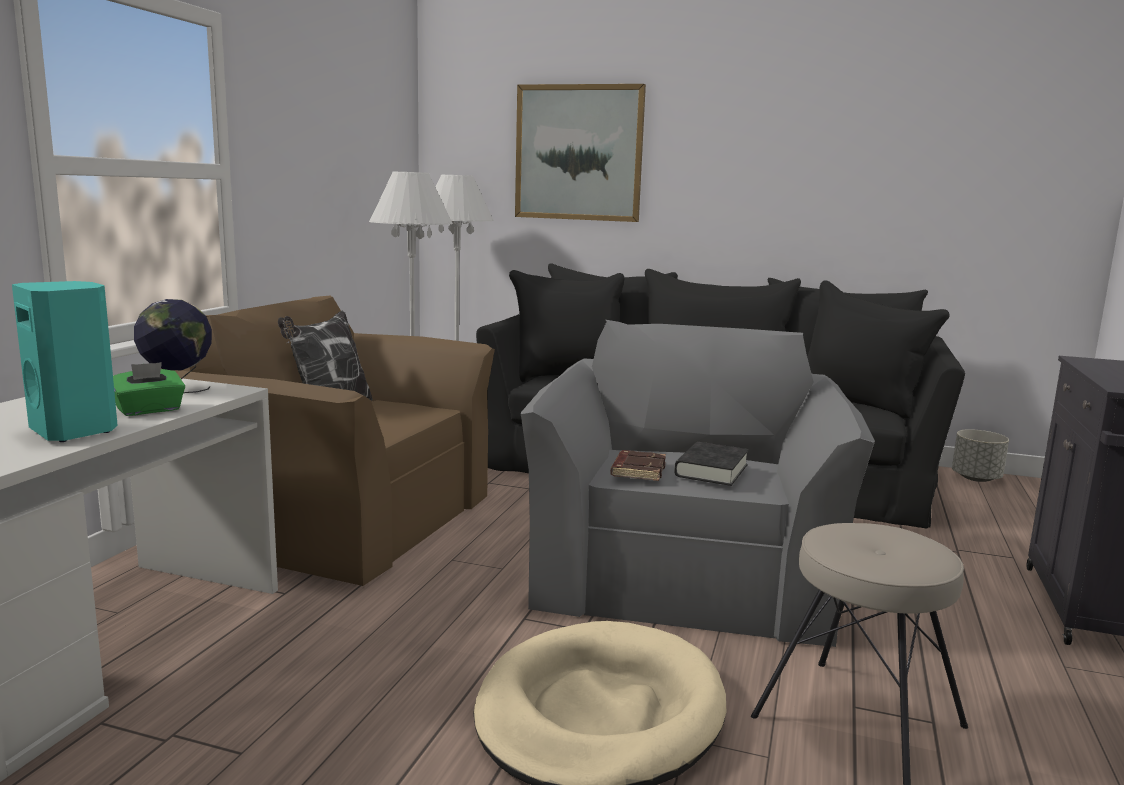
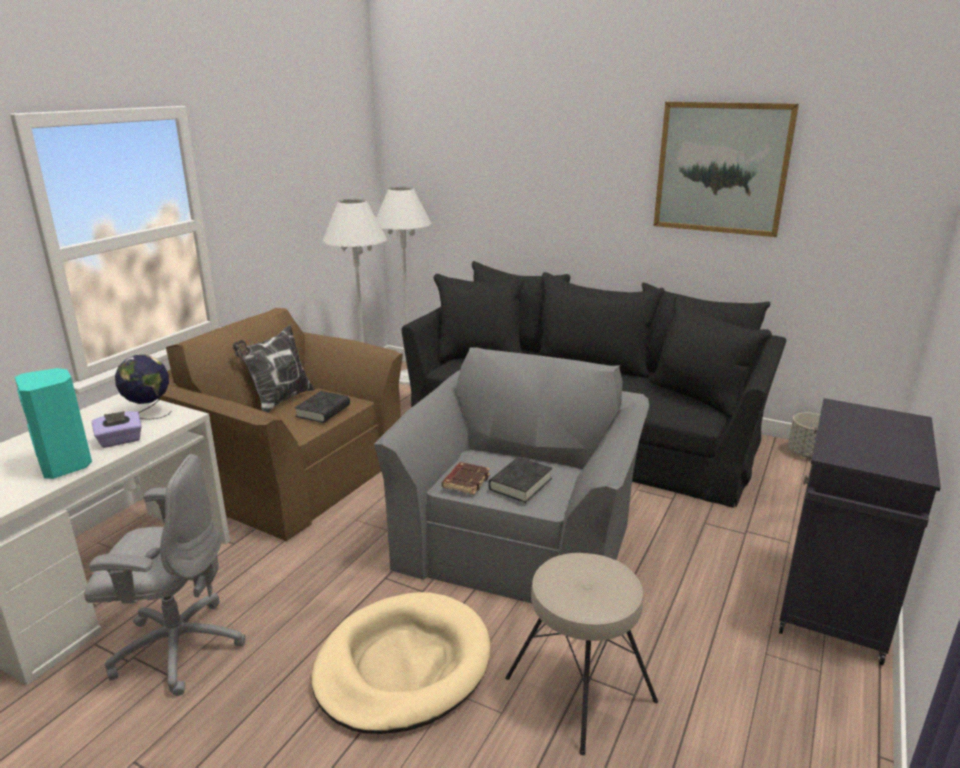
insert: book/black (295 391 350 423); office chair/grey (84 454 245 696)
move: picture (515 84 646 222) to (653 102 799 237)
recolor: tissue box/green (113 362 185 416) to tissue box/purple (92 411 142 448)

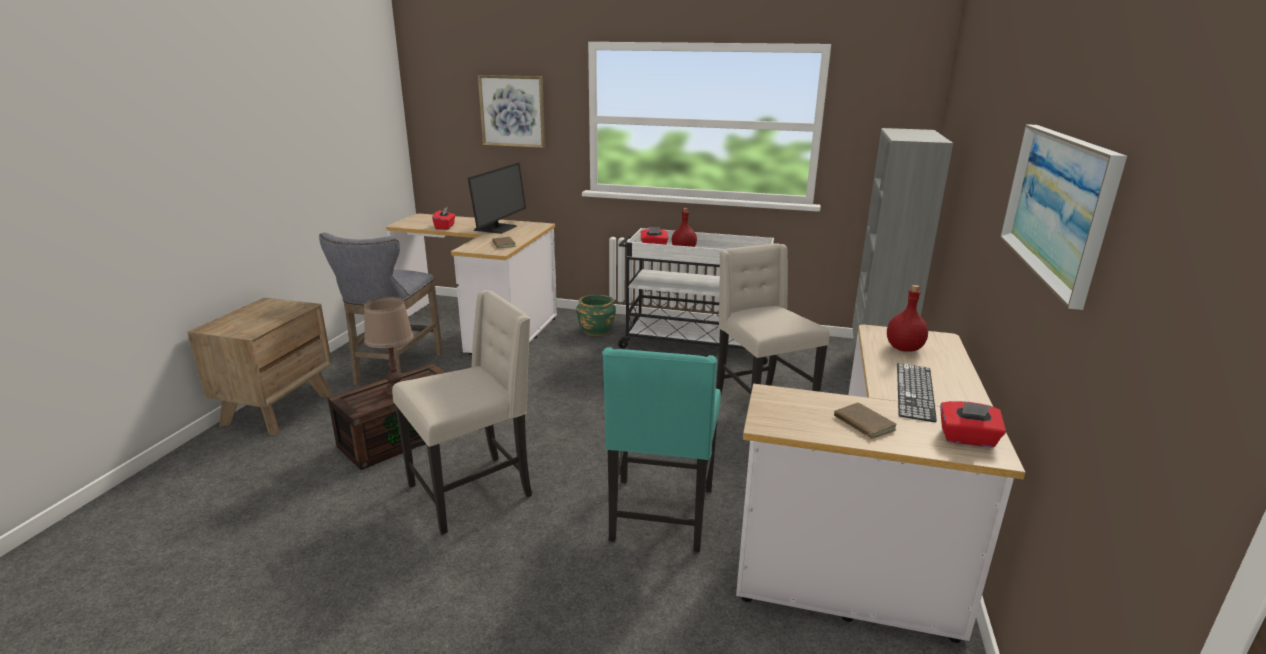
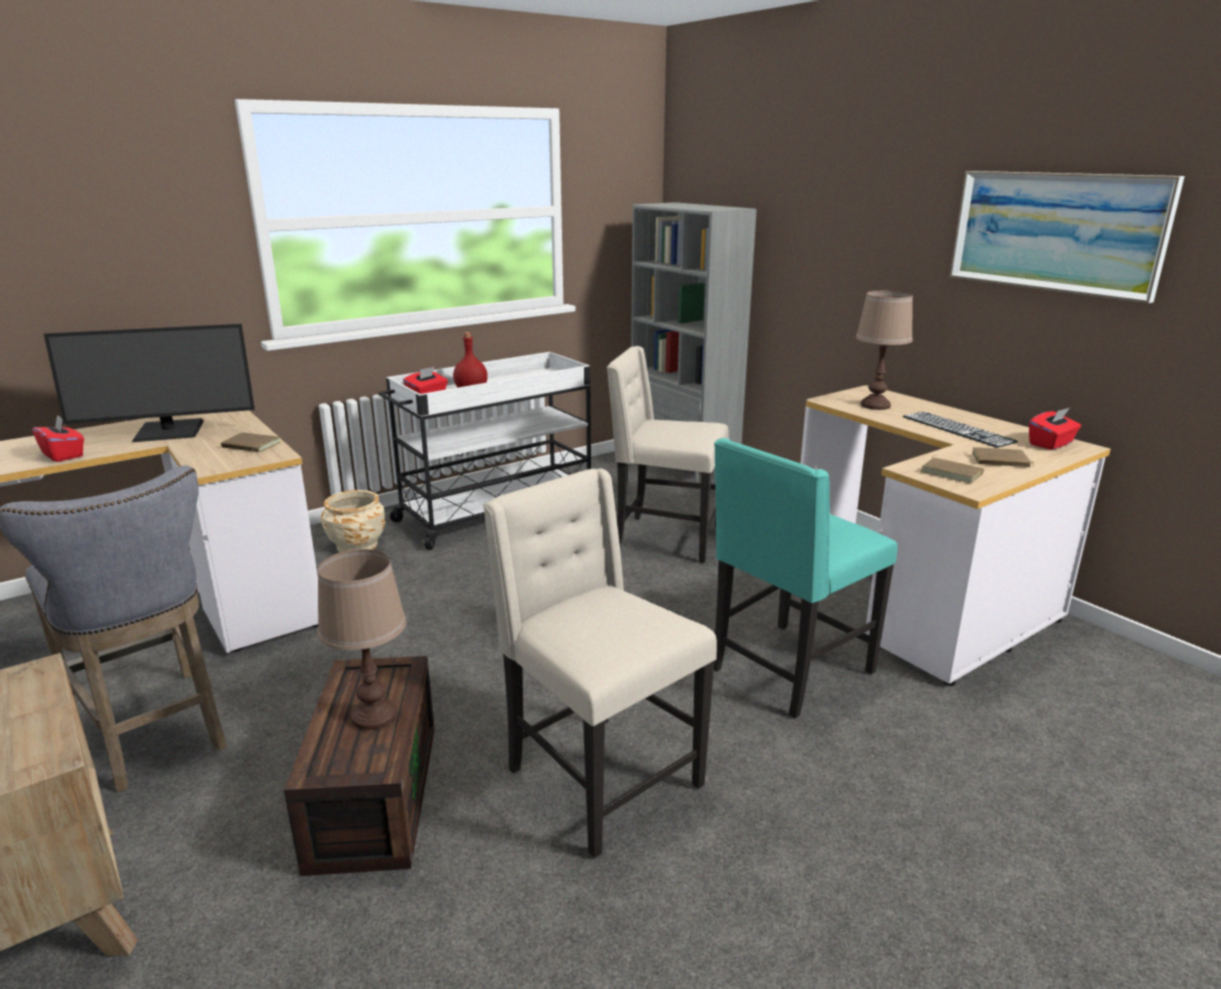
delete: picture (478 75 545 148)
insert: book/brown (921 455 984 483)
replace: bottle/red (887 285 928 352) to table lamp/brown (856 291 913 410)
recolor: planter/green (576 294 616 336) to planter/beige (320 490 385 552)
rotate: monitor (468 162 526 234) = (44 324 255 442) 105 degrees clockwise; chair/beige (392 290 532 535) = (483 469 717 858) 45 degrees counterclockwise; chair/turquoise (602 347 721 552) = (714 438 898 718) 90 degrees clockwise

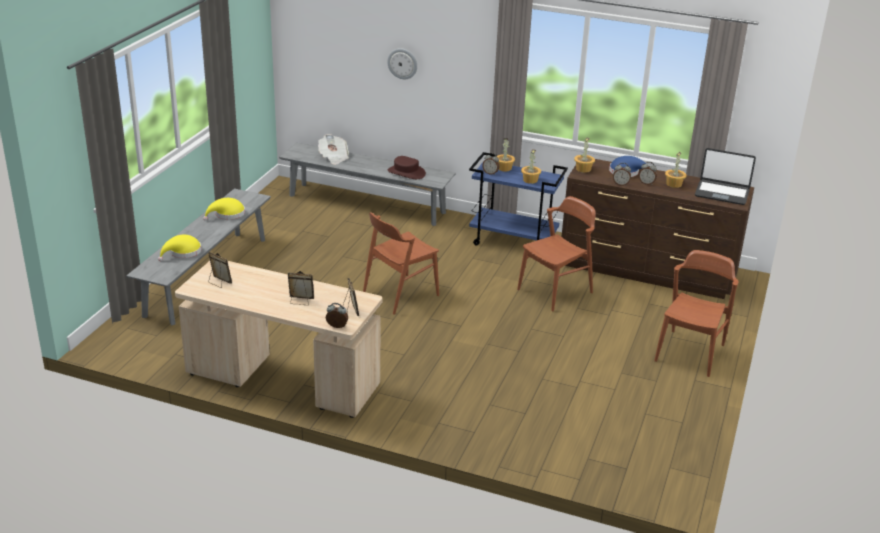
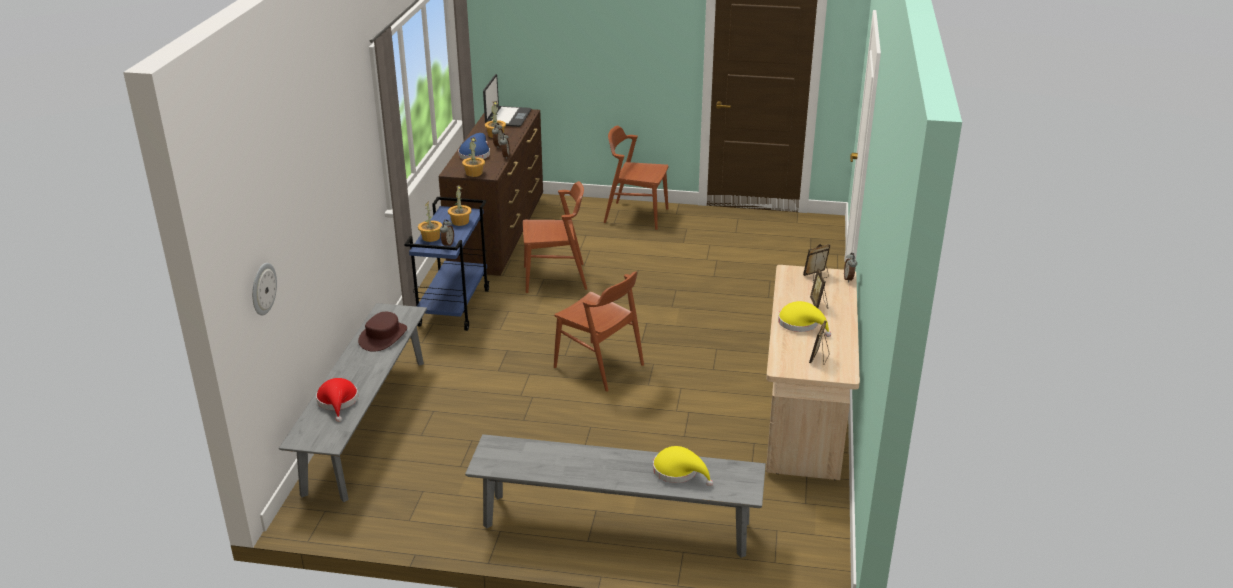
move: wall clock (387 48 417 79) to (252 263 277 315); hat/yellow (203 198 245 221) to (778 301 831 337)
replace: newspaper (318 134 349 165) to hat/red (316 378 358 422)
rotate: chair/brown (517 196 596 311) = (523 181 587 293) 135 degrees clockwise

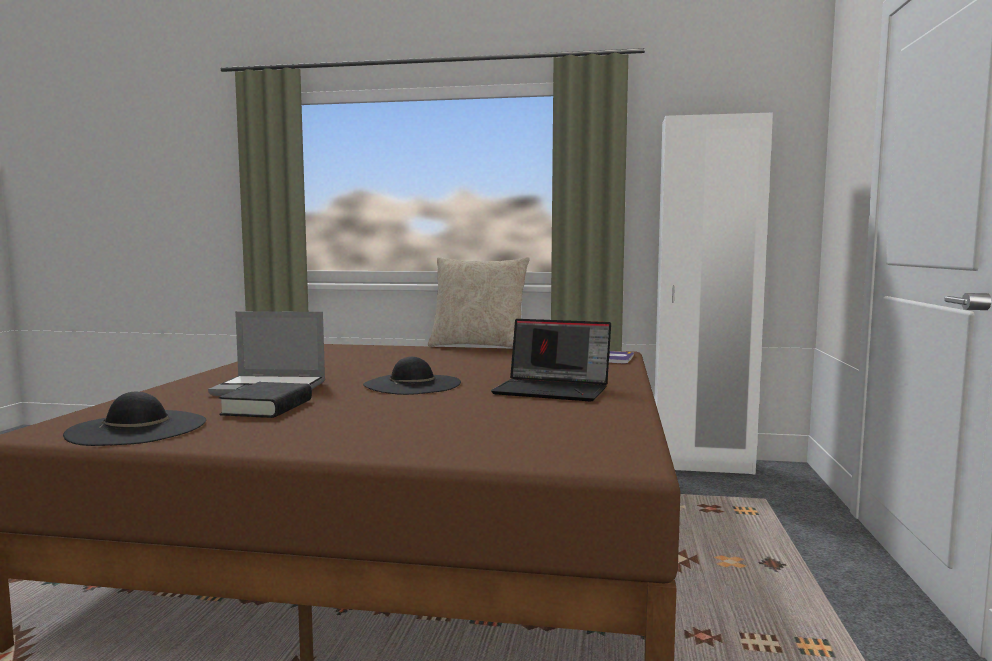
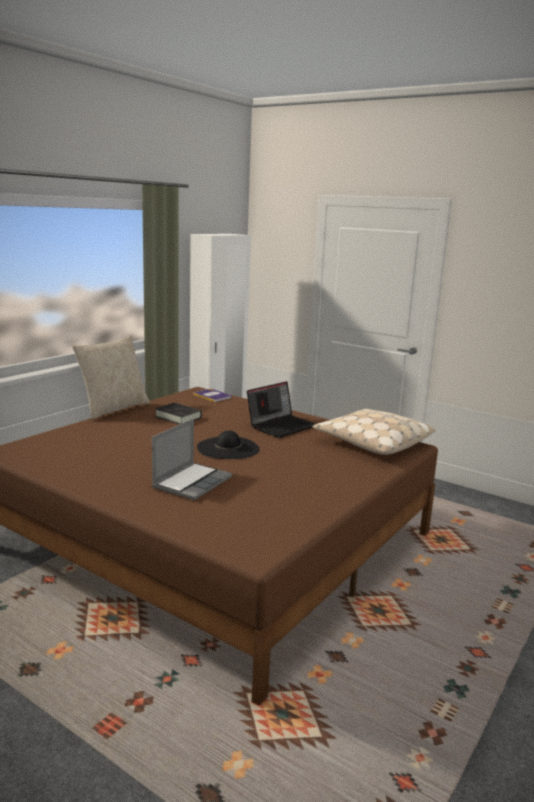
delete: hat/black (63 392 206 446)
insert: pillow/beige (312 409 436 455)
move: book/black (219 382 312 418) to (155 403 202 424)

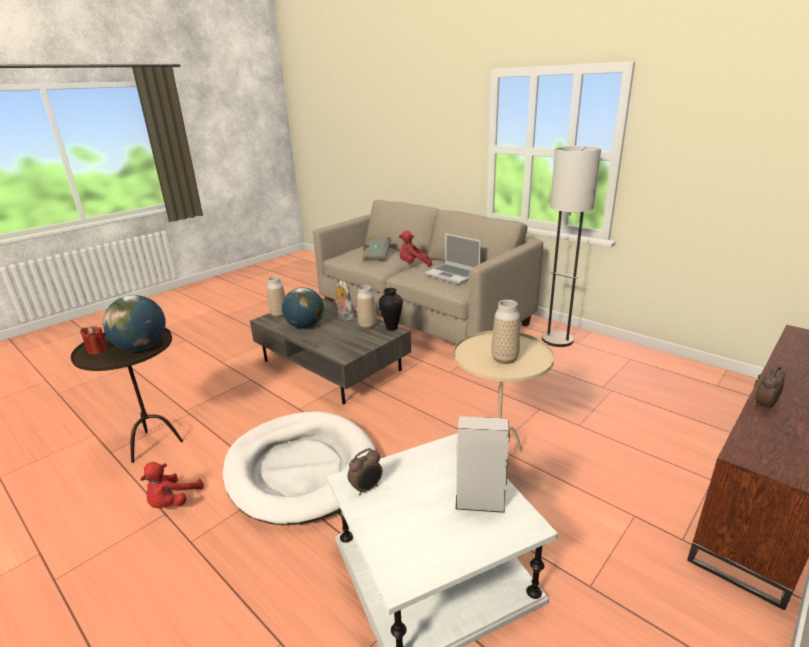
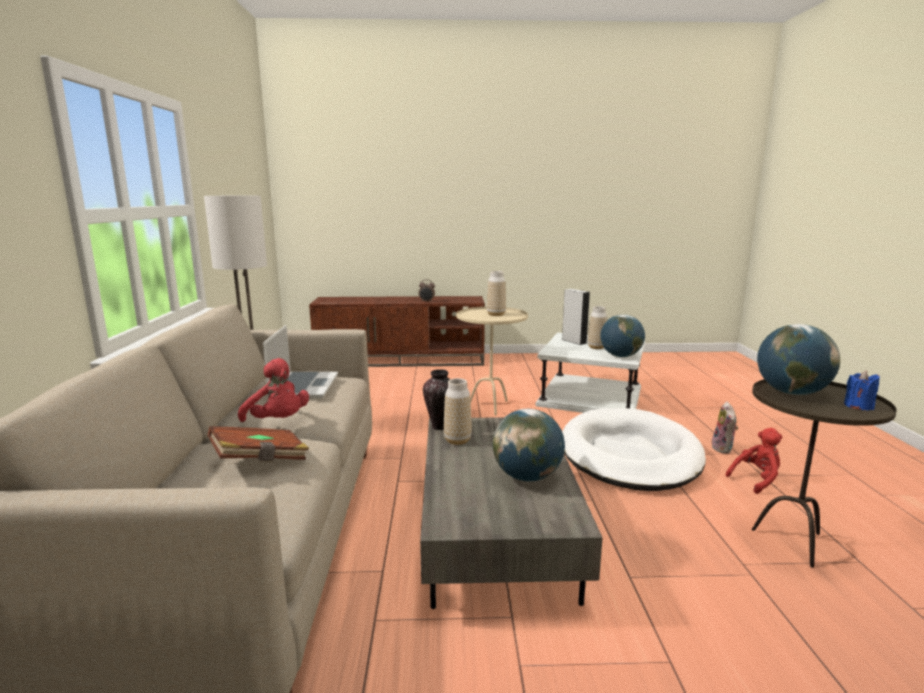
move: vase (267 276 285 318) to (588 306 607 349); plush toy (335 280 355 321) to (712 402 738 454)
replace: alarm clock (347 448 382 496) to globe (601 314 645 357)
recolor: book/grey (362 237 391 261) to book/brown (208 426 309 461); candle/red (80 326 108 355) to candle/blue (844 371 880 410)

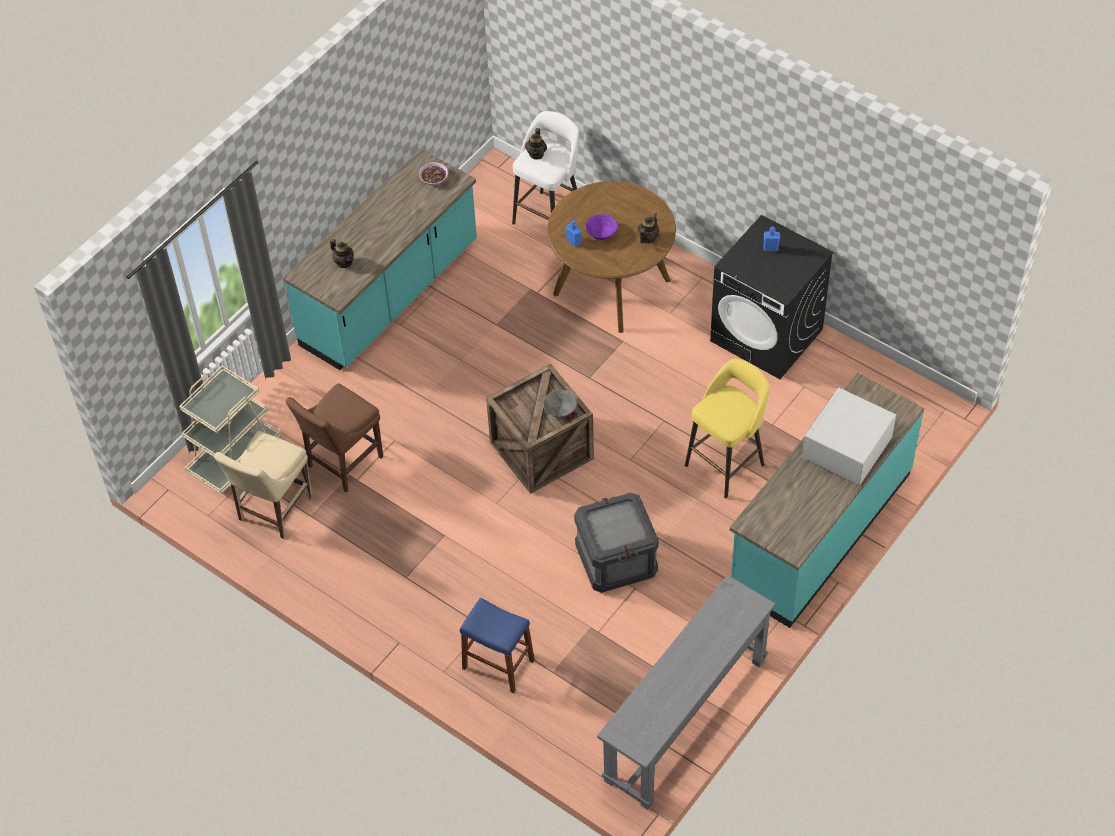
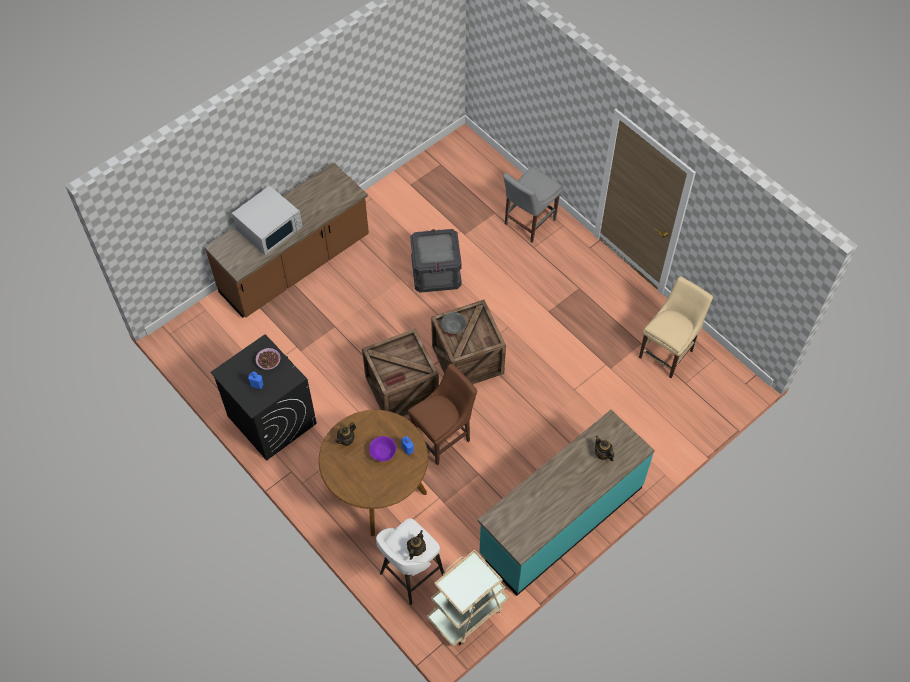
delete: stool/yellow (685 359 769 498); console table/grey (597 575 775 810)
insert: crate (362 329 439 416)
move: bowl (419 162 448 185) to (256 348 280 370); cart/beige (179 366 281 494) to (426 549 509 647); chair/brown (286 383 383 492) to (408 364 477 465)
replace: stool/blue (460 598 535 694) to chair/grey (503 167 562 243)
recolor: counter/turquoise (730 372 924 628) to counter/brown (204 162 369 318)

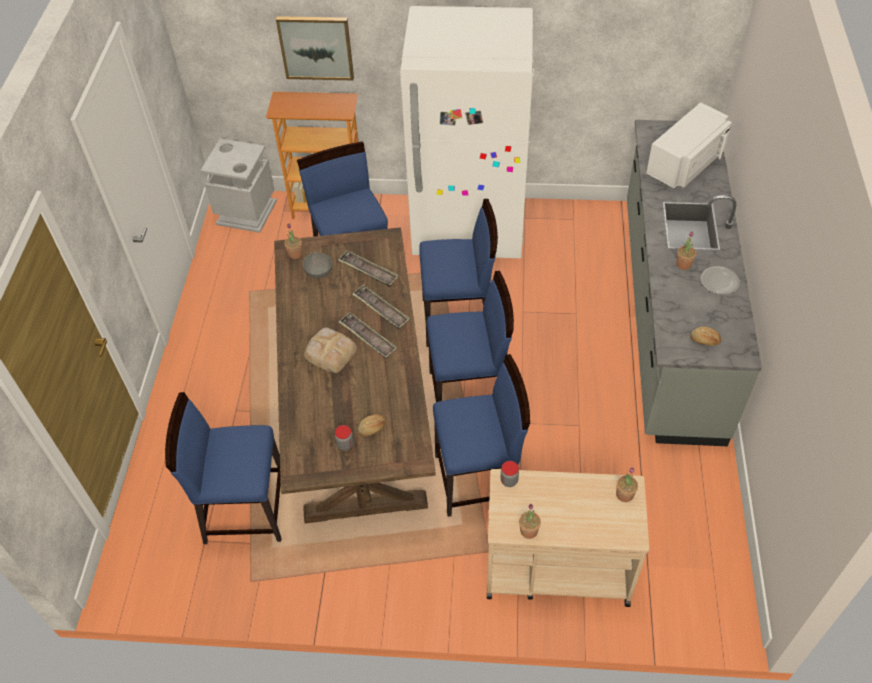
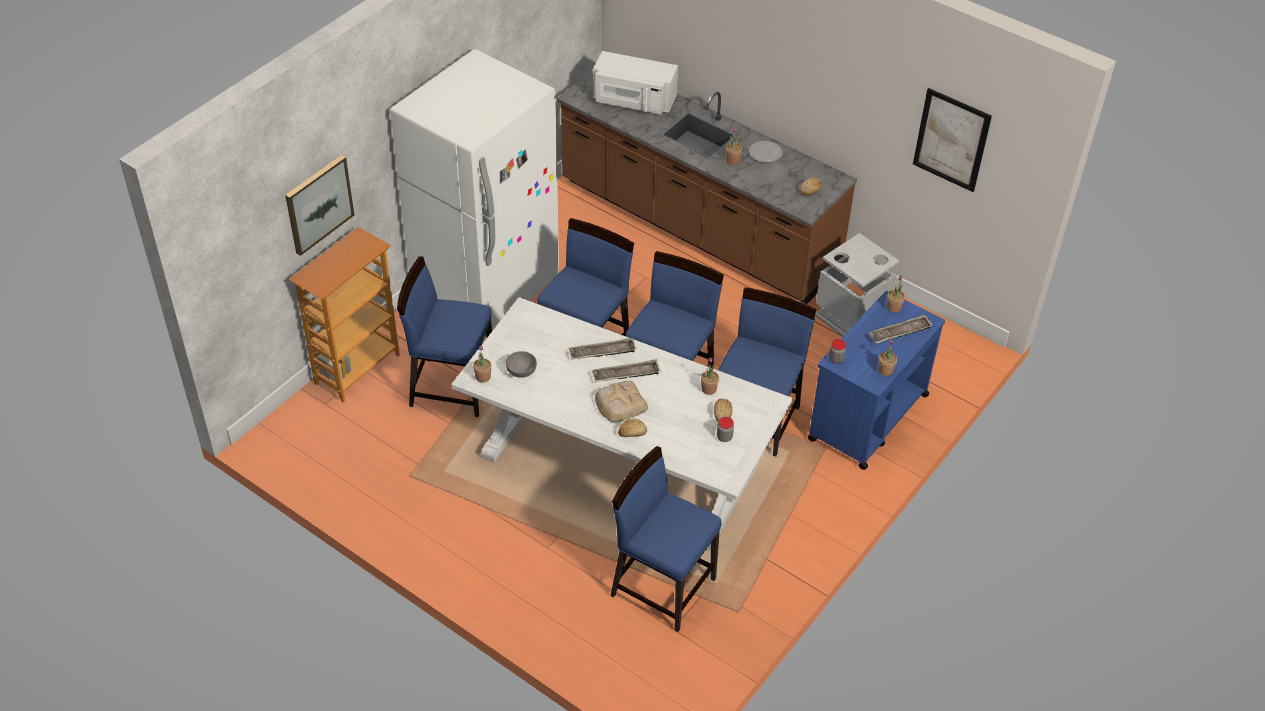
insert: picture (913 88 992 192); potted plant (701 358 719 395); bread (618 419 647 437)
move: trash can/grey (200 138 277 233) to (815 233 900 336); tray (338 250 399 287) to (869 314 932 344)
recolor: counter/grey (627 120 762 446) to counter/brown (557 71 857 304); dining table/brown (274 227 436 523) to dining table/white (451 297 792 551); cart/beige (487 469 649 607) to cart/blue (808 291 945 470)
rotate: microwave/white (646 102 732 188) = (593 51 678 114) 120 degrees clockwise; chair/blue (165 392 281 544) = (610 446 722 632) 90 degrees clockwise

